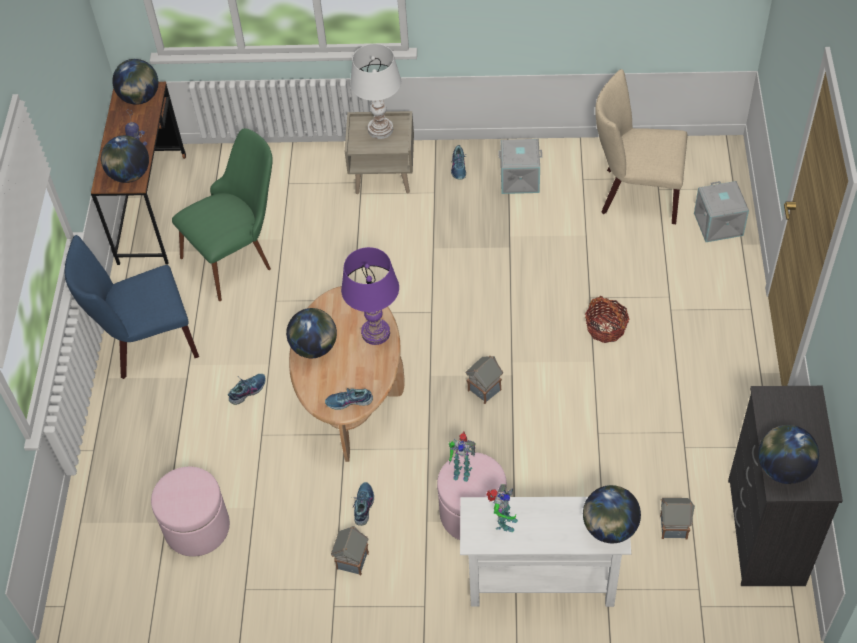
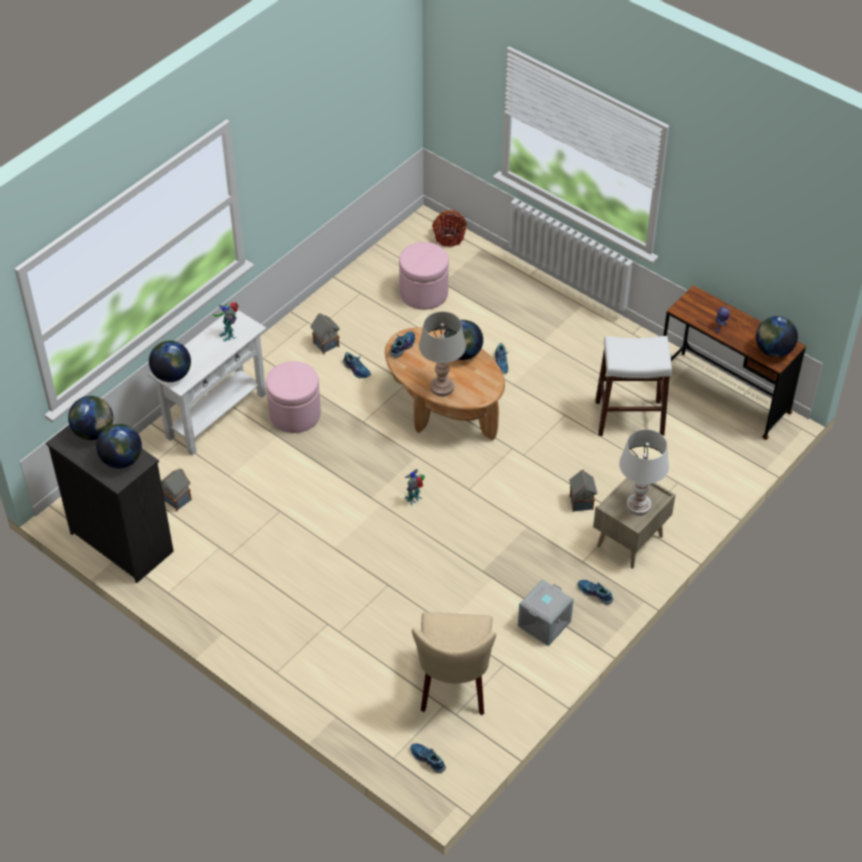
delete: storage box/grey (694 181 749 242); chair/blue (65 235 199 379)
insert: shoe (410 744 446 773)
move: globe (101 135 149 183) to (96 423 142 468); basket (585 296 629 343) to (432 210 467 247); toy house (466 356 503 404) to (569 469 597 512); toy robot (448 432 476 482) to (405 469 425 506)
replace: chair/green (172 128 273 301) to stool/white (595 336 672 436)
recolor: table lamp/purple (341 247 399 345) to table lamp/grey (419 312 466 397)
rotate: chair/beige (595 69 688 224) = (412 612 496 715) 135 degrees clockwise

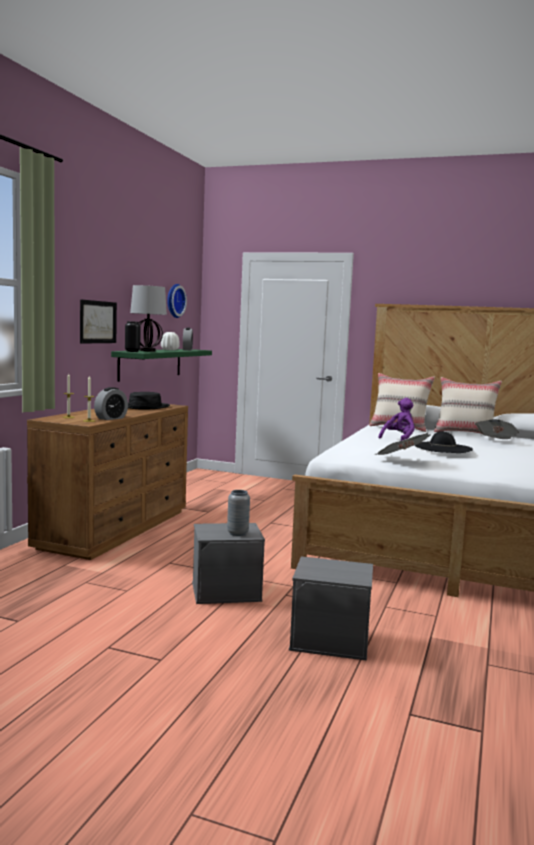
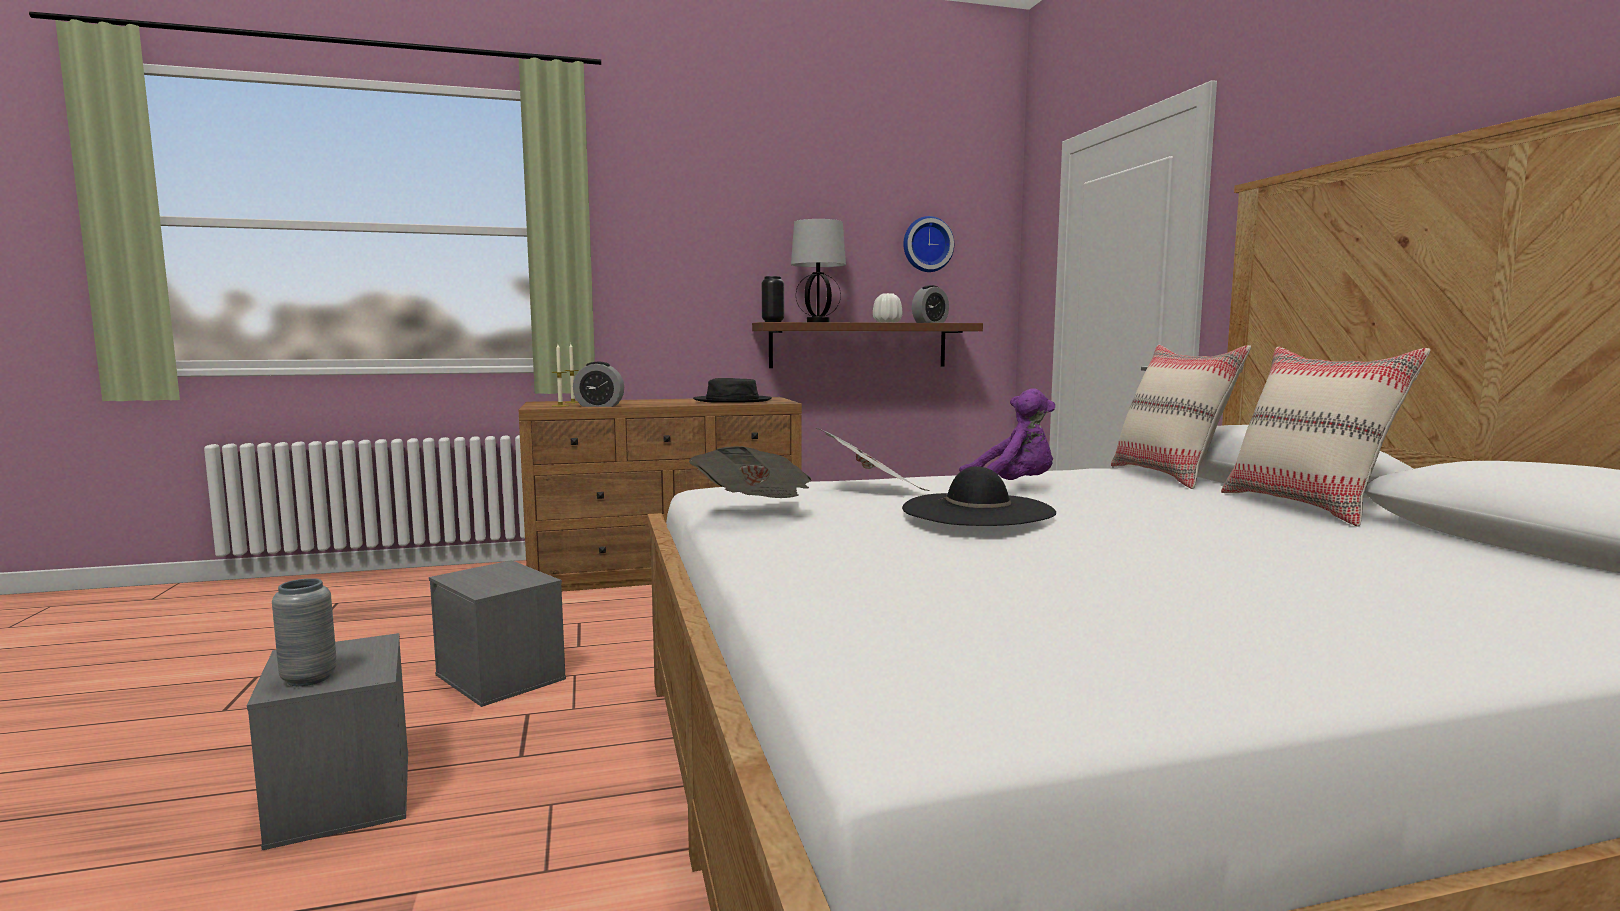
delete: picture (80 299 117 344)
move: newspaper (475 419 519 439) to (815 428 929 491); vase/grey (227 490 250 536) to (272 578 337 686)
recolor: shelf/green (111 349 212 382) to shelf/brown (752 322 983 368)

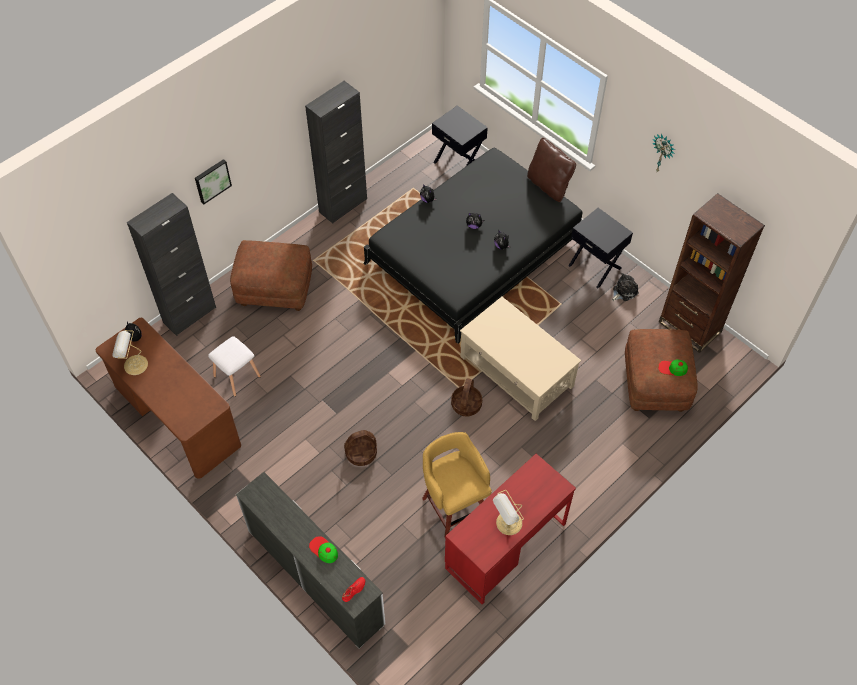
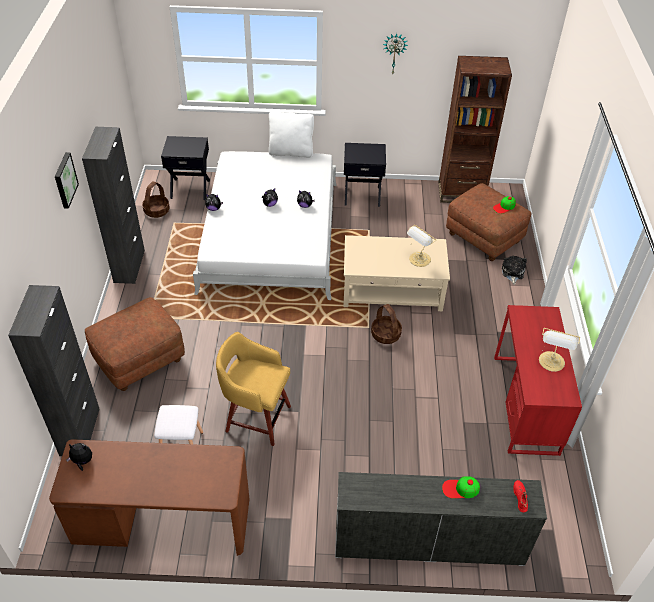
move: picture (195 159 232 204) to (55 152 79 209); plush toy (612 273 639 301) to (502 256 527 285); table lamp (112 330 148 375) to (407 225 437 267); basket (344 430 377 466) to (142 181 170 218); stool/yellow (422 432 492 536) to (216 332 291 446)
recolor: pillow/brown (527 138 576 202) to pillow/white (269 111 314 158); bed/black (363 148 582 344) to bed/white (193 151 337 300)

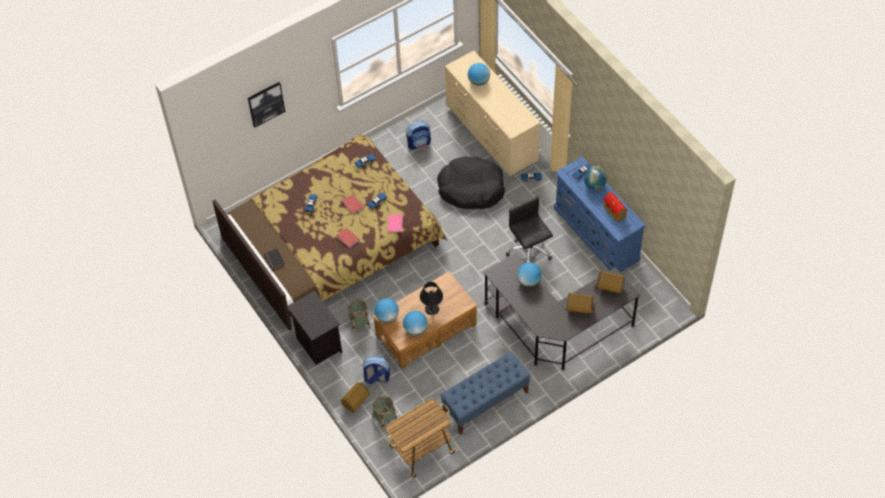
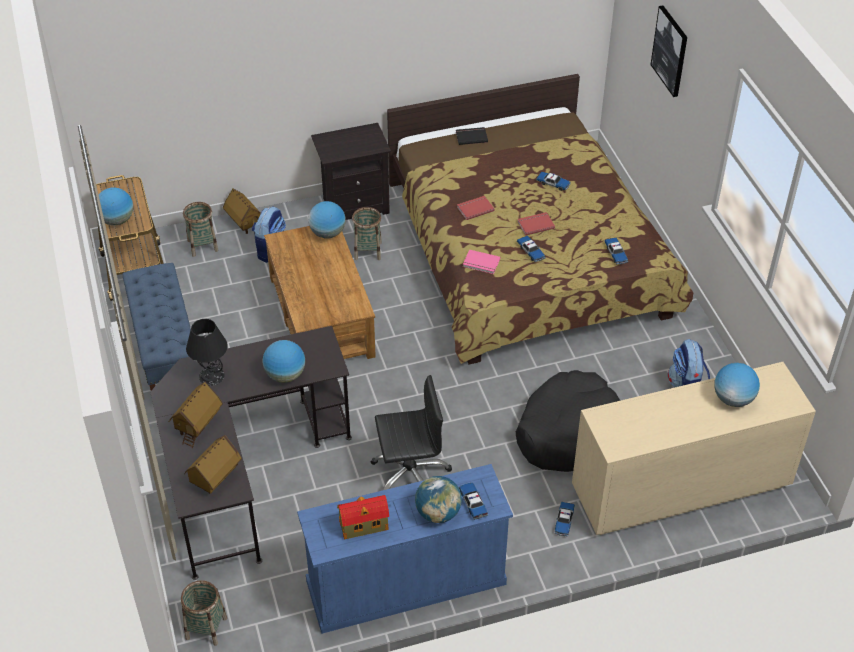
insert: basket (181 580 227 646)
move: table lamp/black (420 282 443 315) to (186 319 228 386); globe (403 311 428 335) to (99 188 133 226)

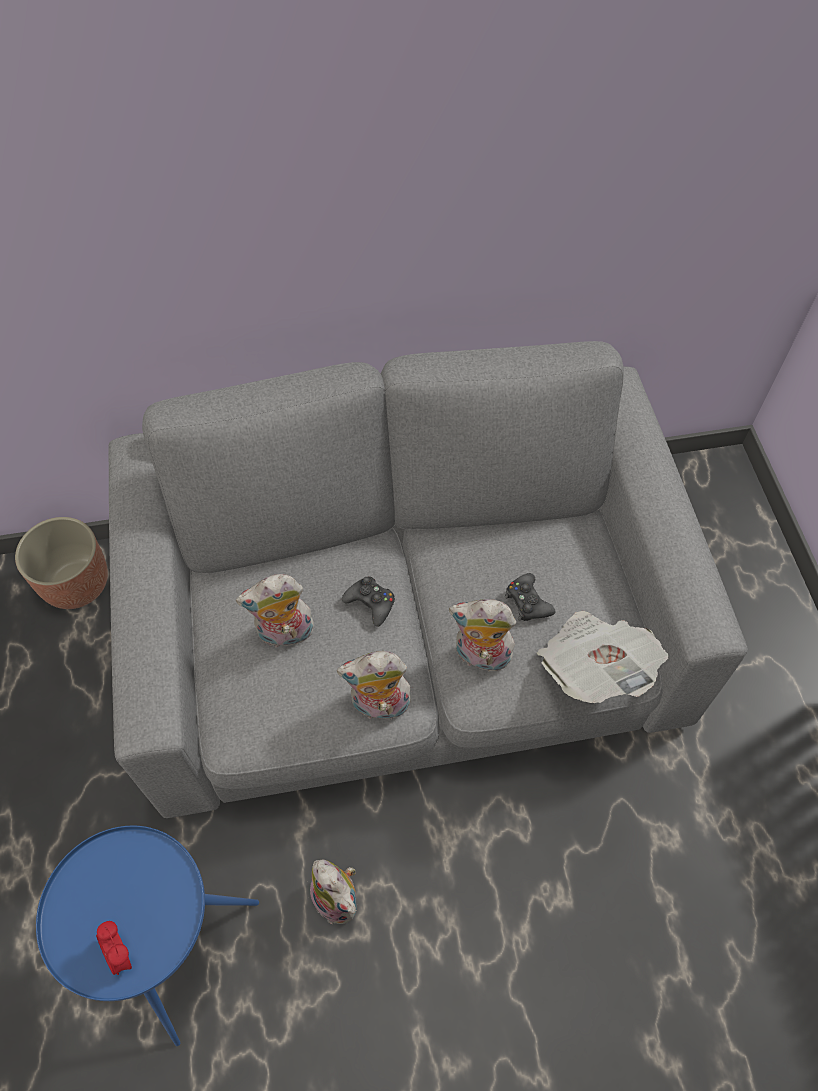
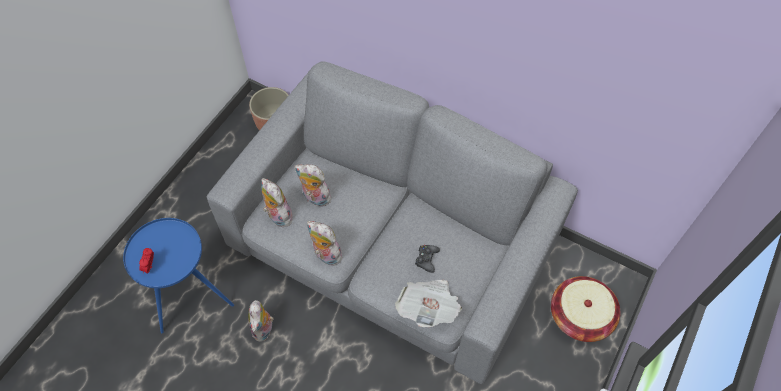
delete: game controller/black (342 576 395 627)
insert: basket (551 276 620 342)
move: plush toy (449 599 516 672) to (261 178 293 227)

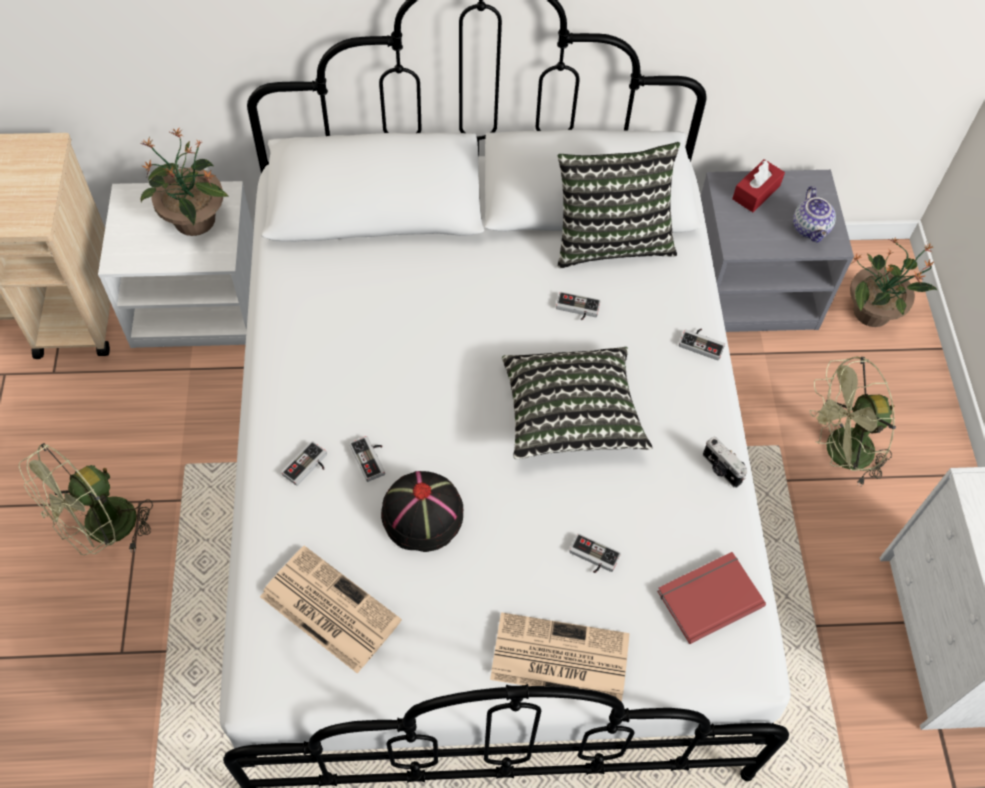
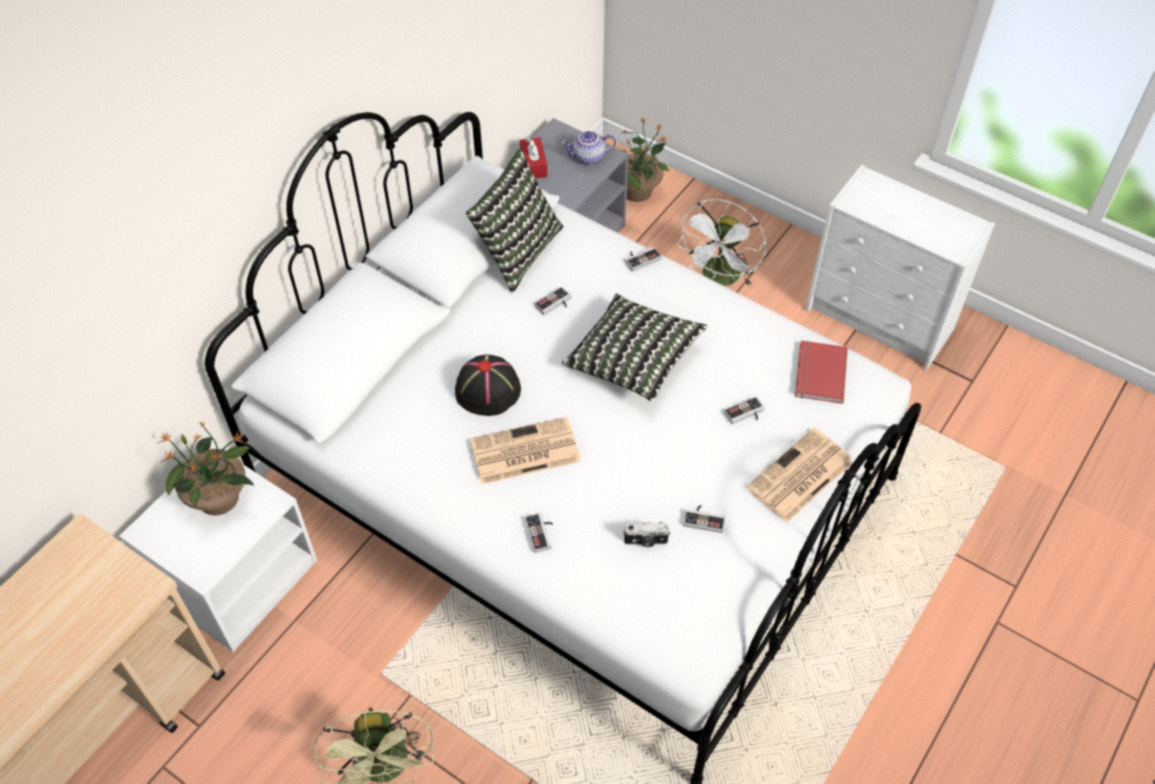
move: game controller (349 436 385 482) to (683 505 725 533); photo camera (703 437 747 488) to (623 522 671 547); hat/black (381 471 463 552) to (455 354 521 416); newspaper (260 546 402 674) to (470 417 581 484)
recolor: fan/green (810 356 896 486) to fan/white (677 199 766 287)
rotate: teapot (793 186 836 243) = (561 131 616 165) 135 degrees clockwise

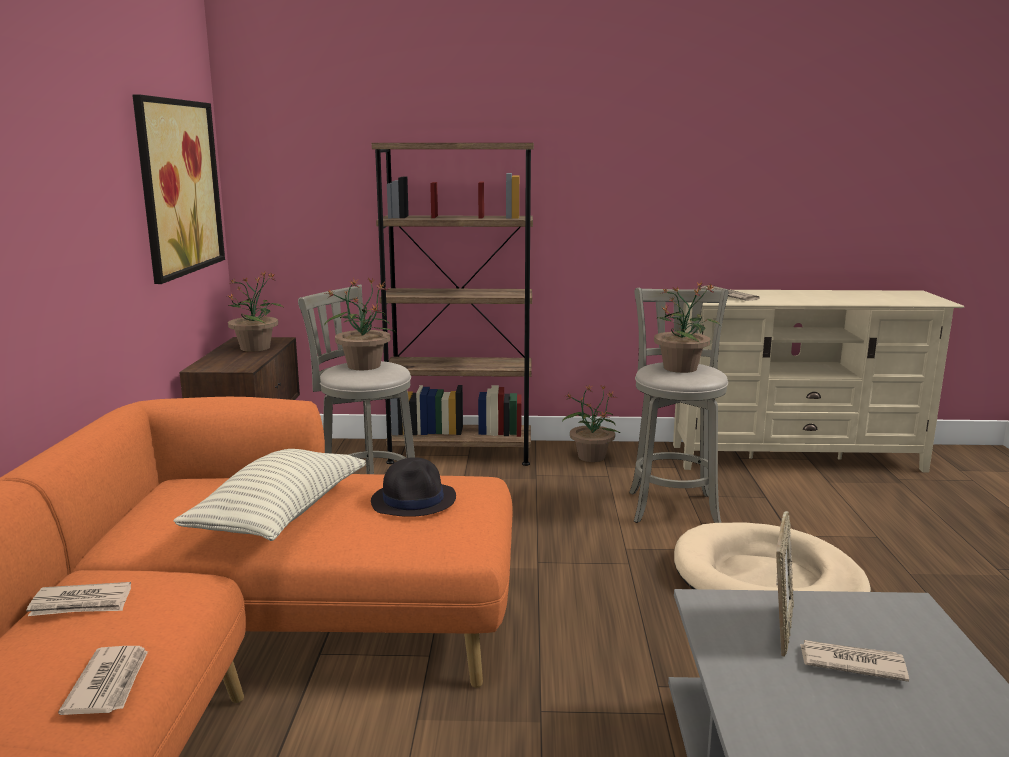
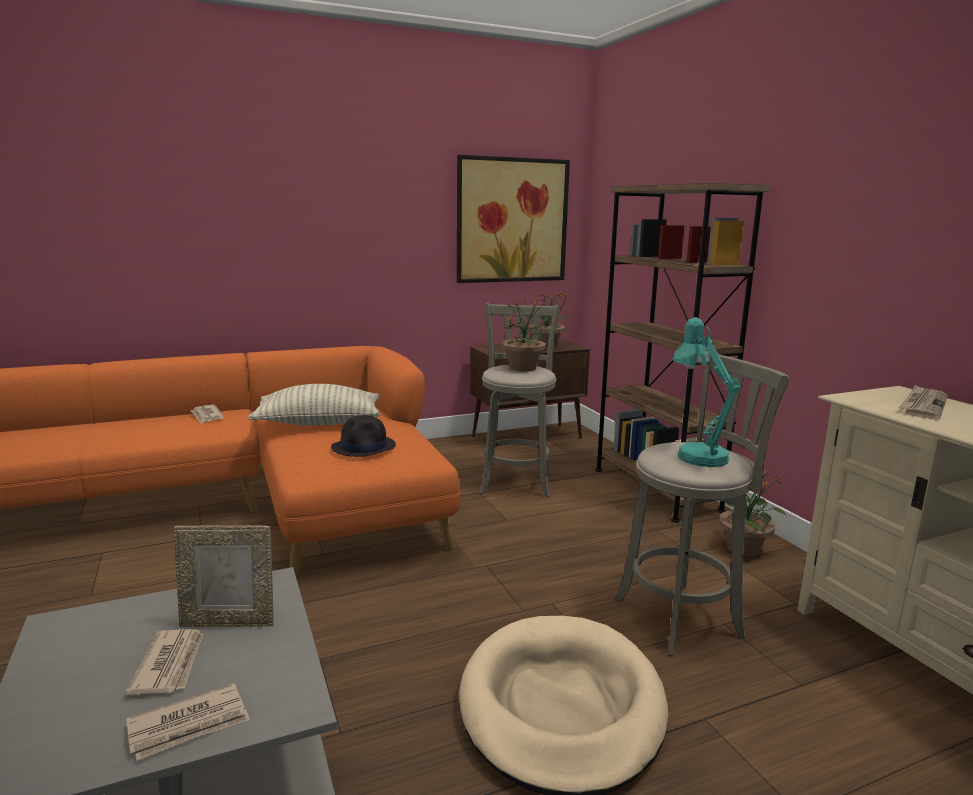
move: newspaper (58 646 148 715) to (126 683 250 760)
replace: potted plant (654 281 720 373) to table lamp/turquoise (673 317 740 467)

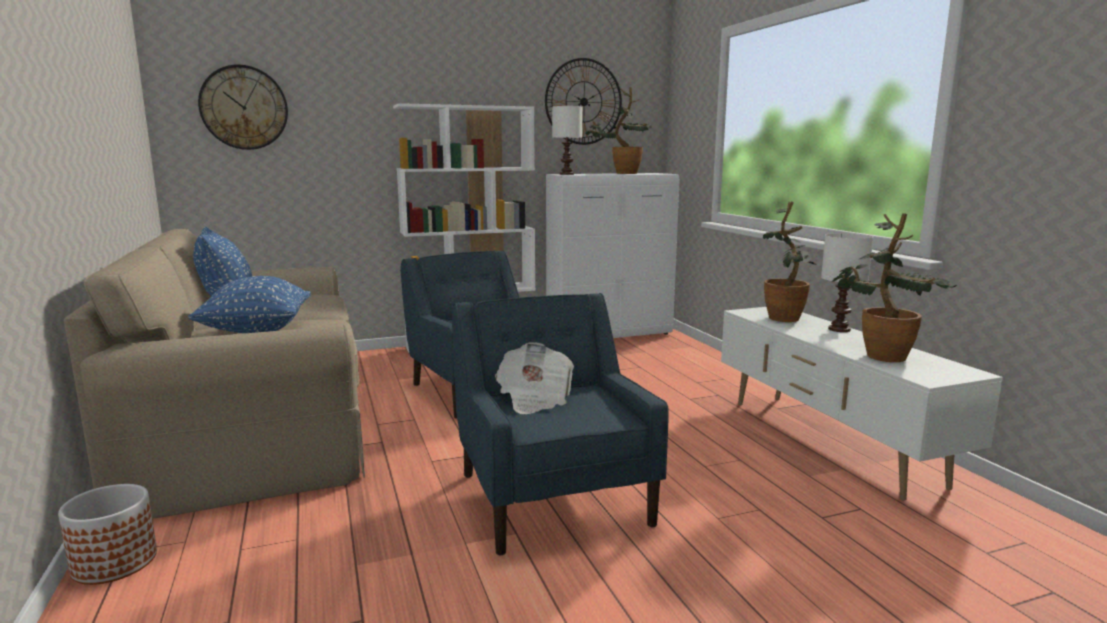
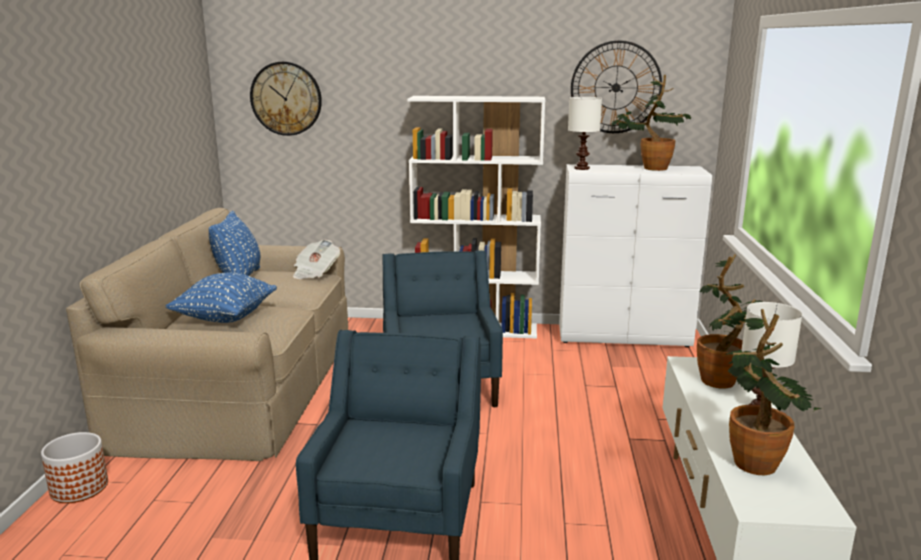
move: newspaper (495 342 574 414) to (293 240 340 279)

